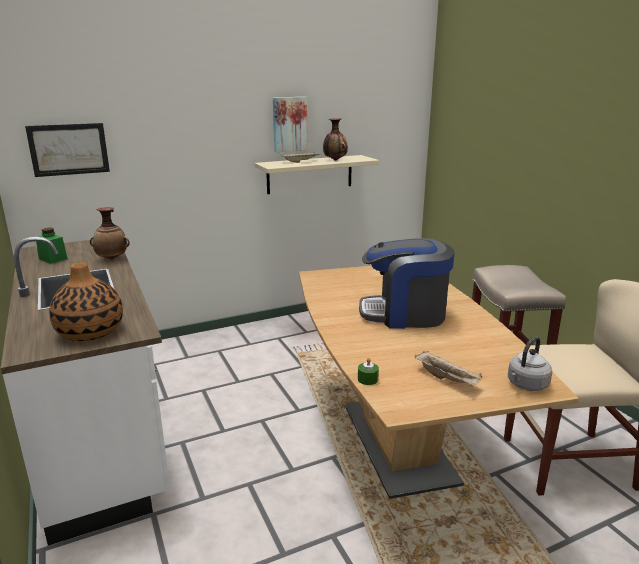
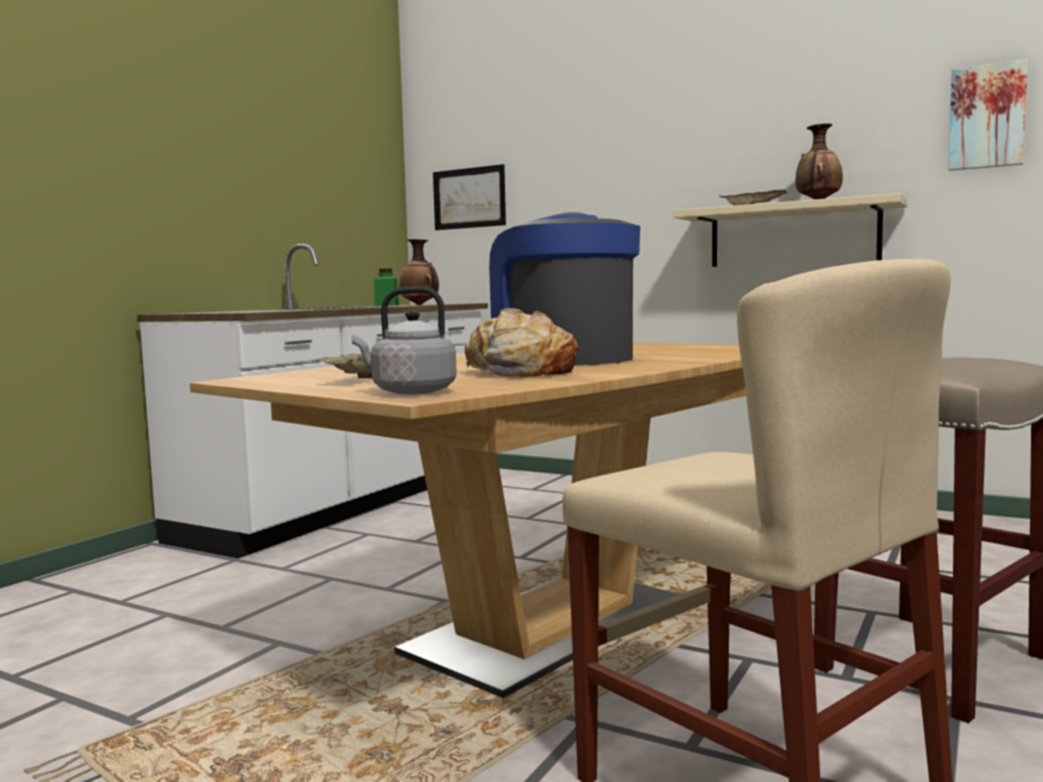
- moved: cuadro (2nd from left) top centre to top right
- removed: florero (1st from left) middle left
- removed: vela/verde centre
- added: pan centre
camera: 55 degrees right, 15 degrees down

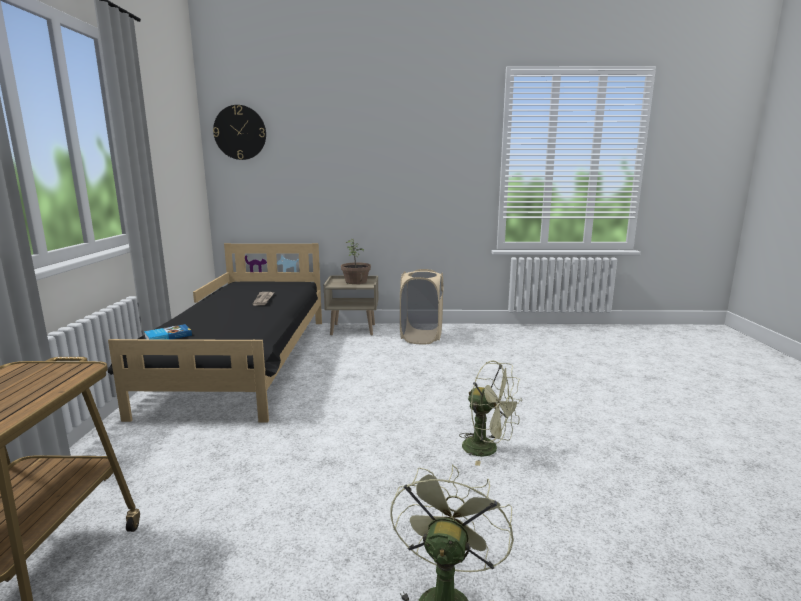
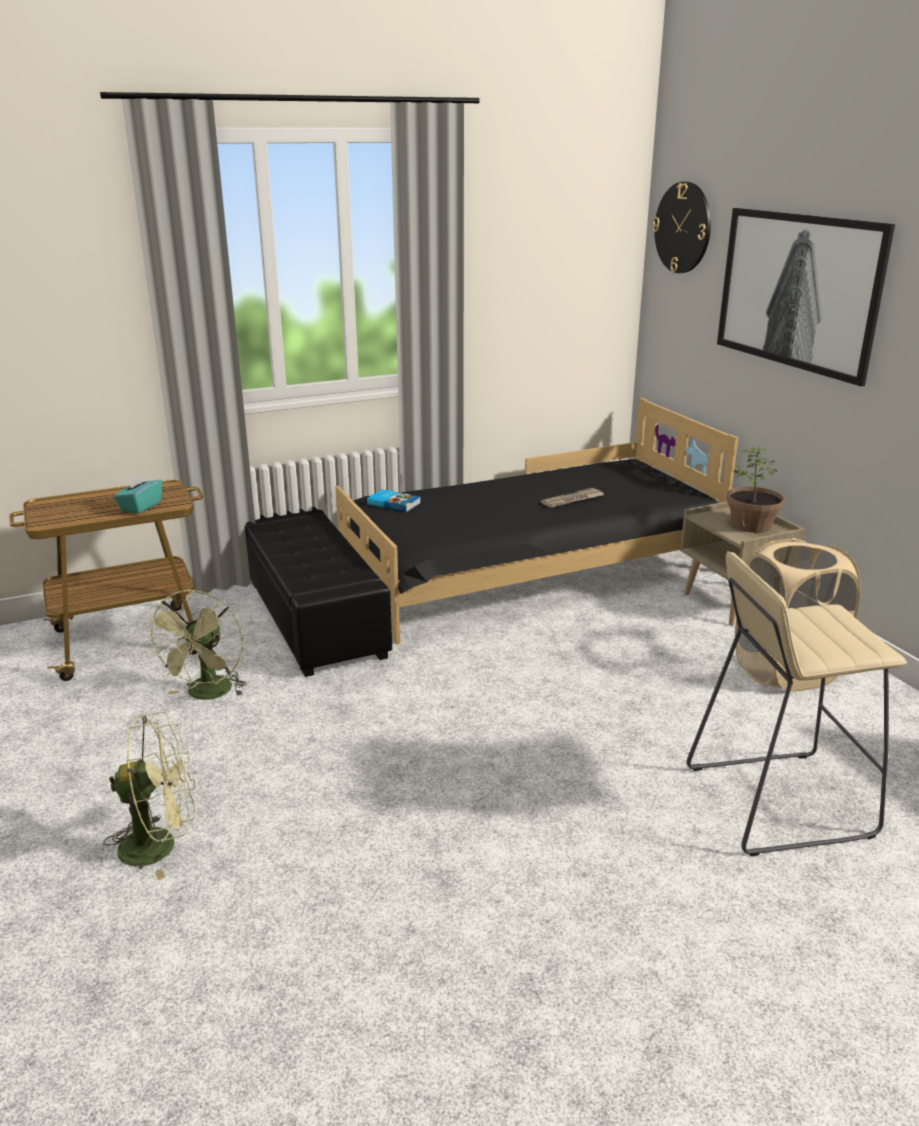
- moved: ventilador/verde (2nd from left) bottom centre to middle left
- added: cuadro top right
- added: caja de pañuelos/turquesa middle left
- added: puf/negro centre
- added: taburete/beis middle right
camera: 65 degrees right, 10 degrees up

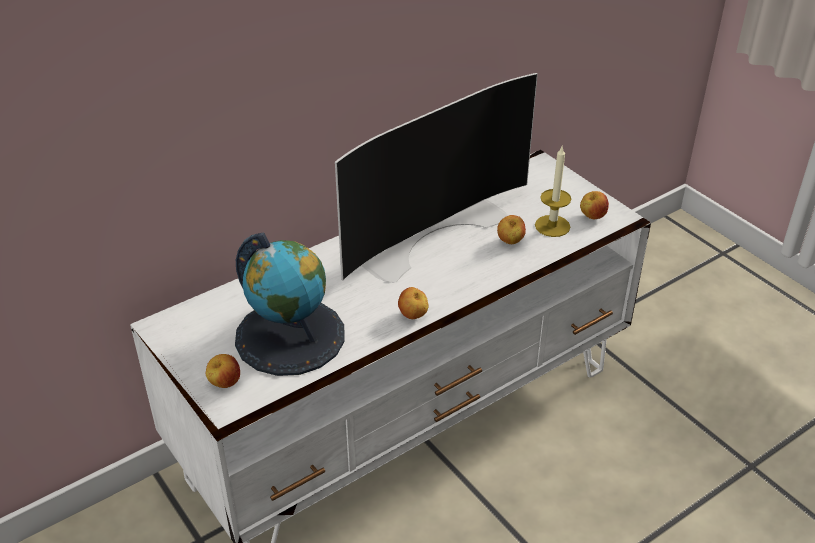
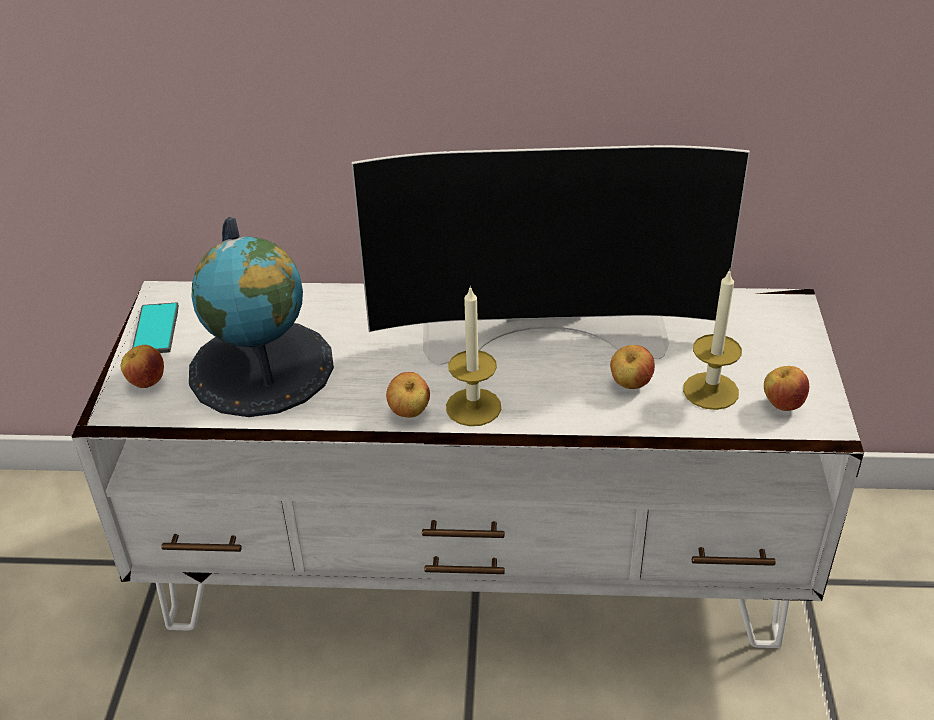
- added: vela (1st from left) centre
- added: móvil middle left
camera: 40 degrees right, 0 degrees up

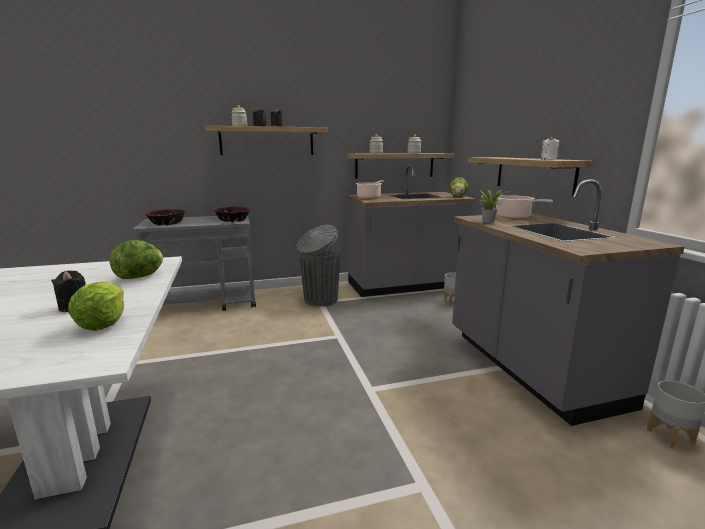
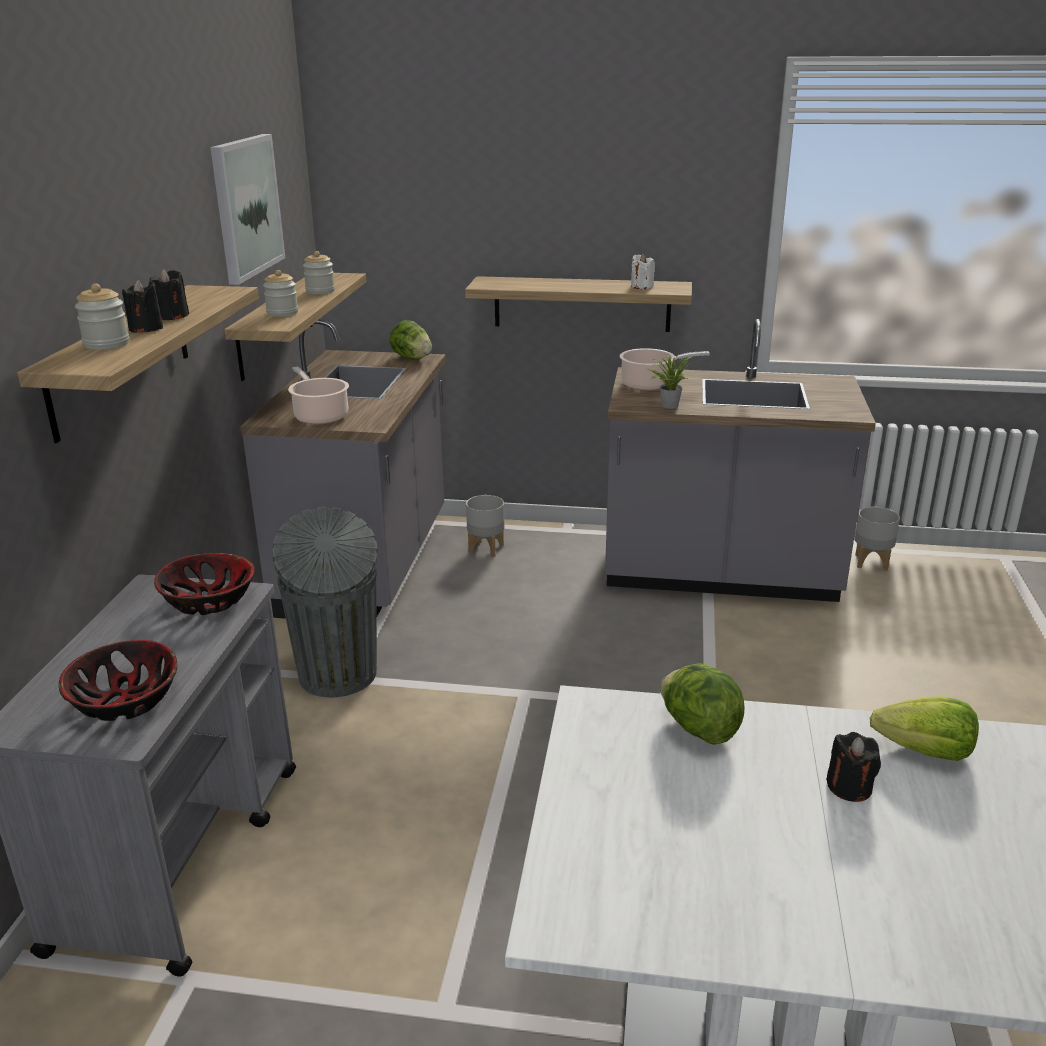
- added: cuadro top left
camera: 65 degrees left, 10 degrees up

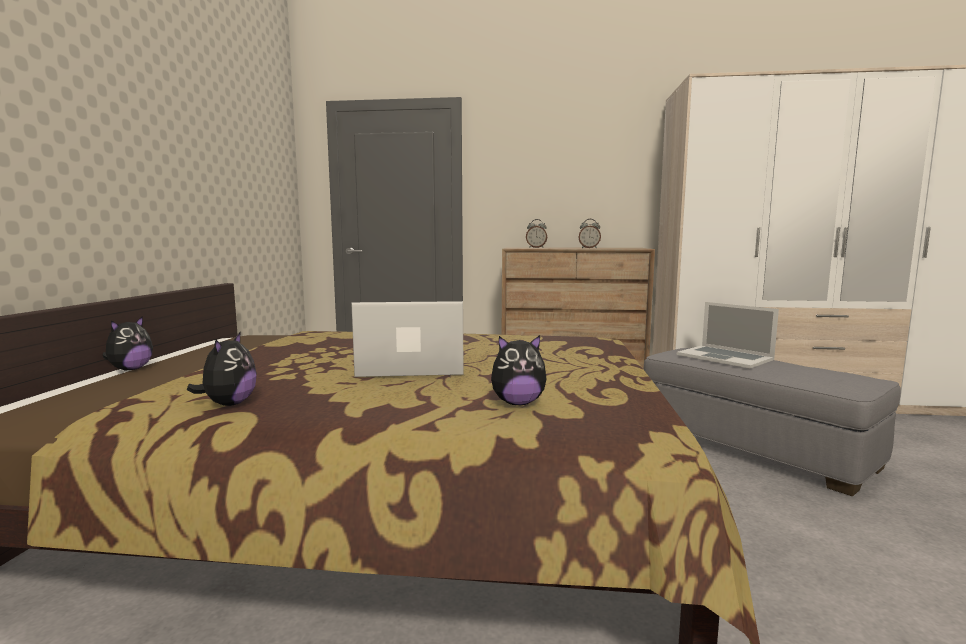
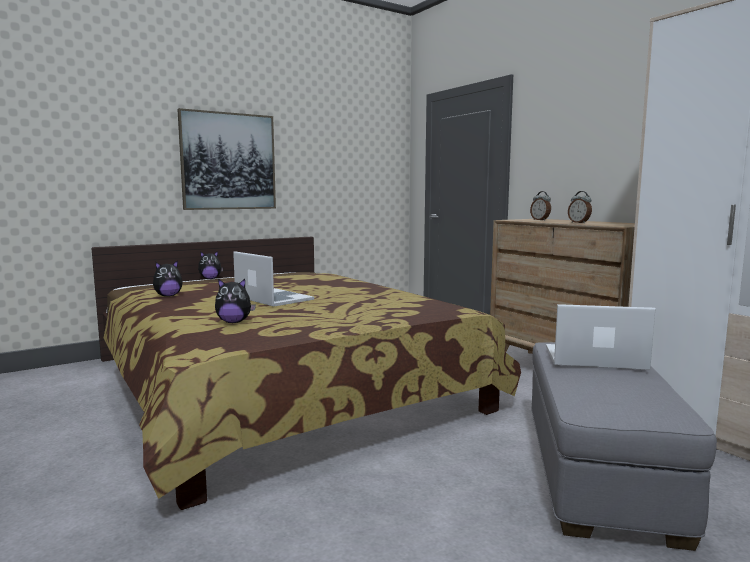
- turned: portátil (2nd from left) middle right = middle right 90 degrees clockwise
- turned: peluche (3rd from left) centre = middle left 45 degrees counterclockwise
- added: cuadro top left
camera: 50 degrees right, 0 degrees up

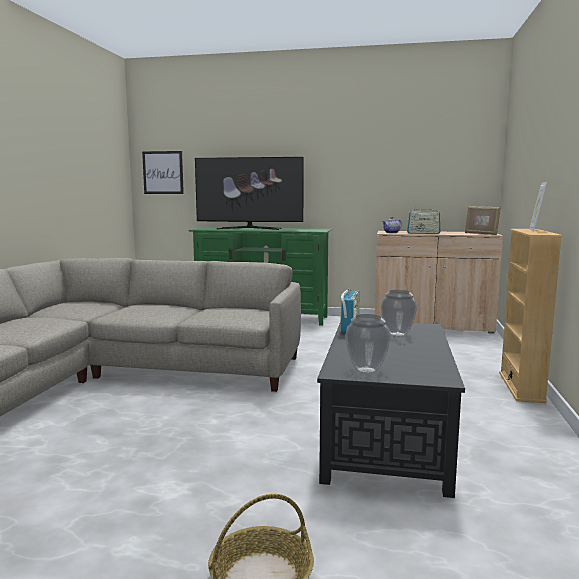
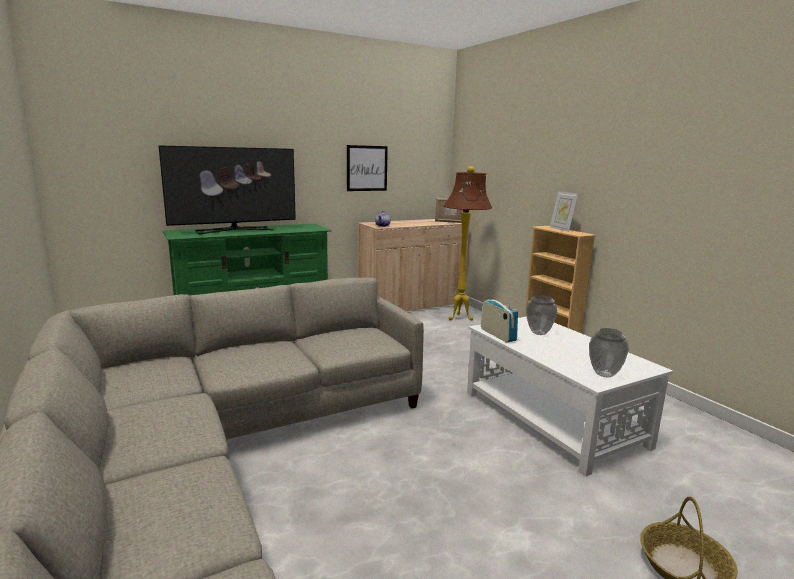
- moved: cuadro top left to top centre
- removed: radio (2nd from left) middle right
- recoloured: mesa de centro/negro bottom right to mesa de centro/blanco bottom right
- added: lámpara de pie/marrón centre
camera: 40 degrees left, 5 degrees up

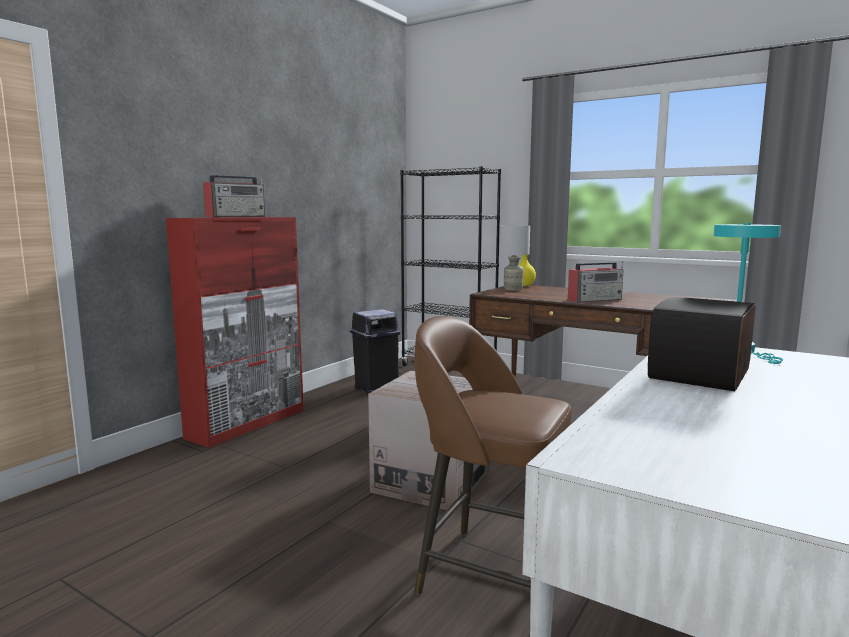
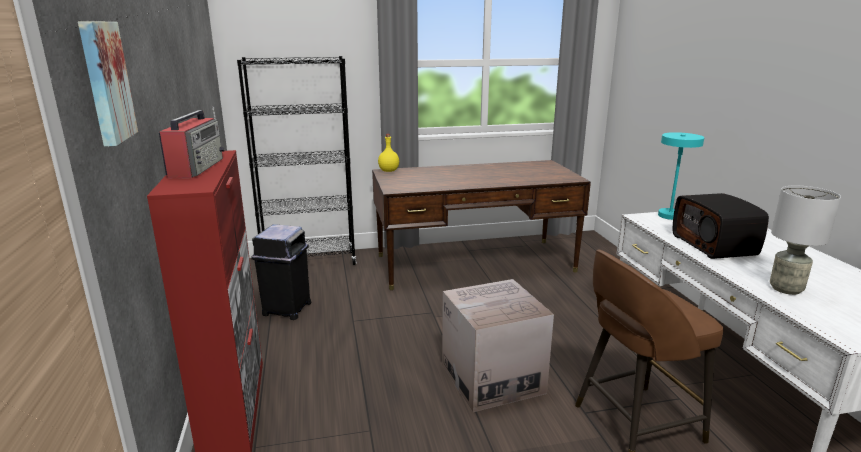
- moved: lámpara de mesa/gris centre to middle right
- removed: radio (2nd from left) middle right
- added: cuadro top left
camera: 45 degrees left, 10 degrees up

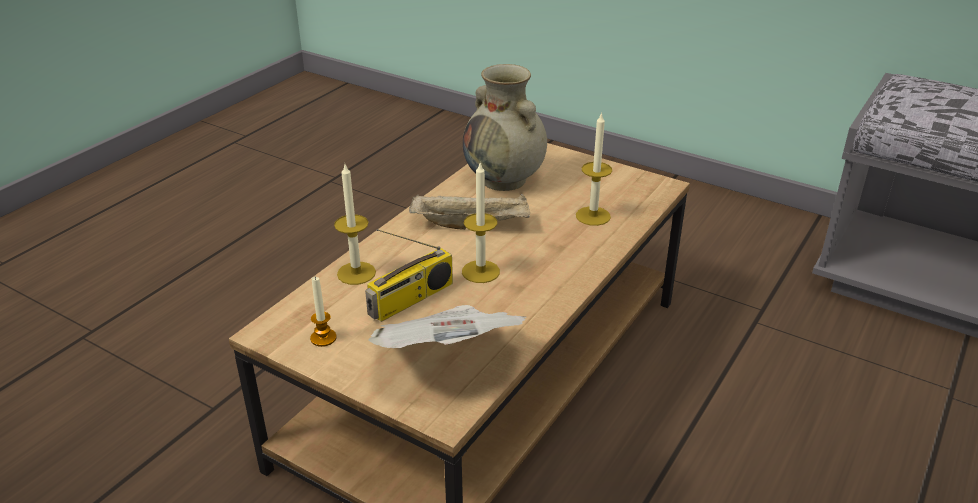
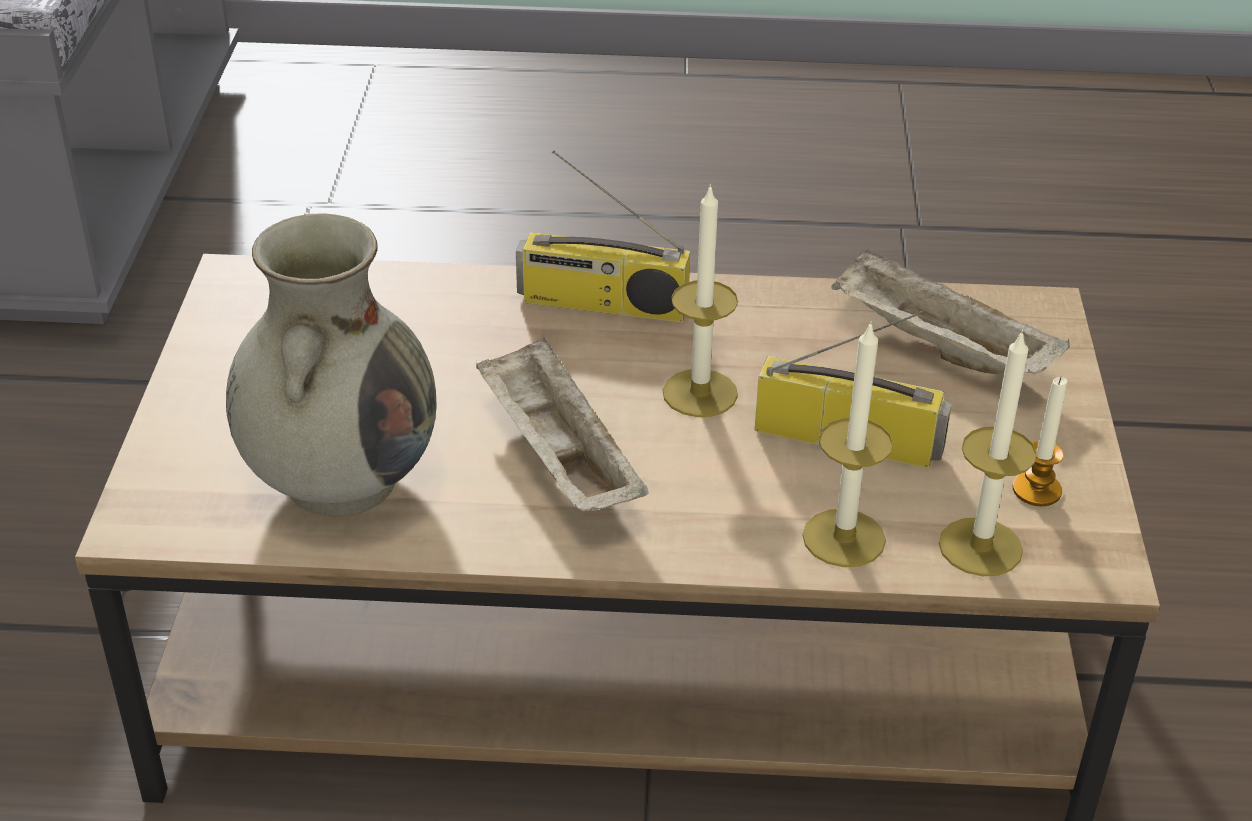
- moved: vela (4th from left in the first image) centre to vela (3rd from left) middle right
- replaced: periódico centre to bandeja/beis (2nd from left) middle right
- added: radio (1st from left) top centre
camera: 120 degrees left, 5 degrees up

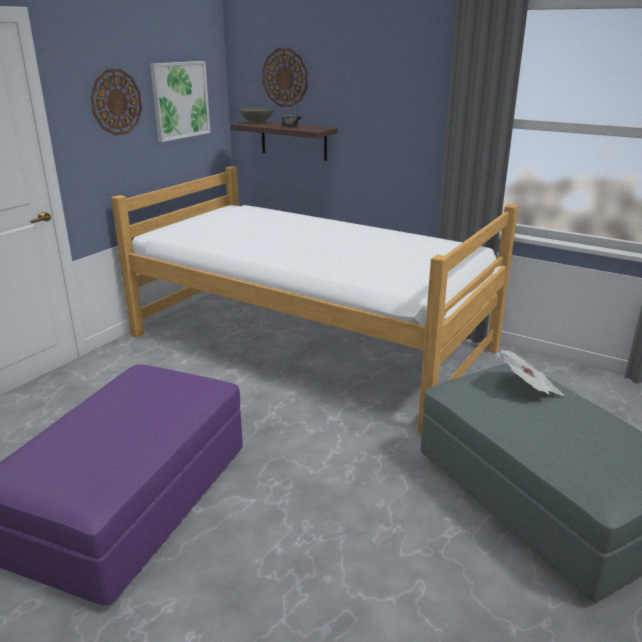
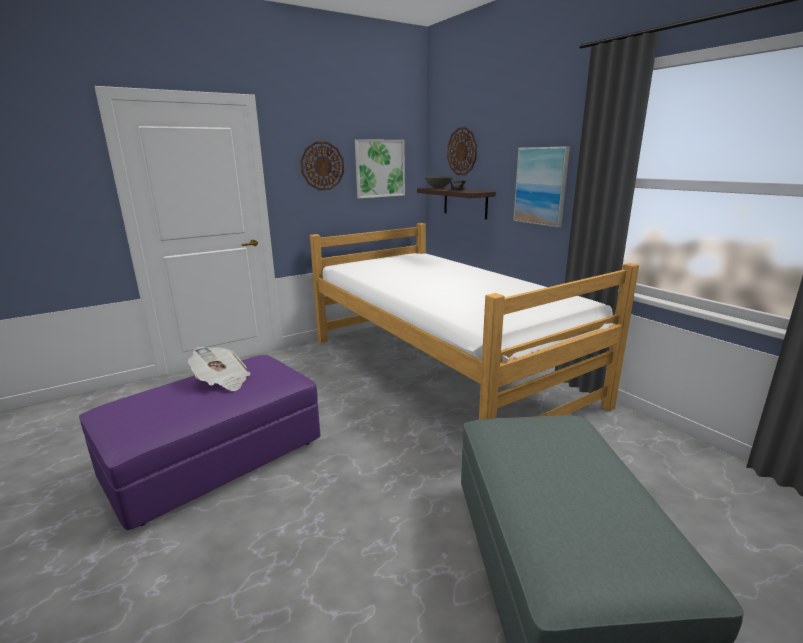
- moved: periódico middle right to middle left
- added: cuadro (2nd from left) top right
camera: 25 degrees right, 5 degrees down

